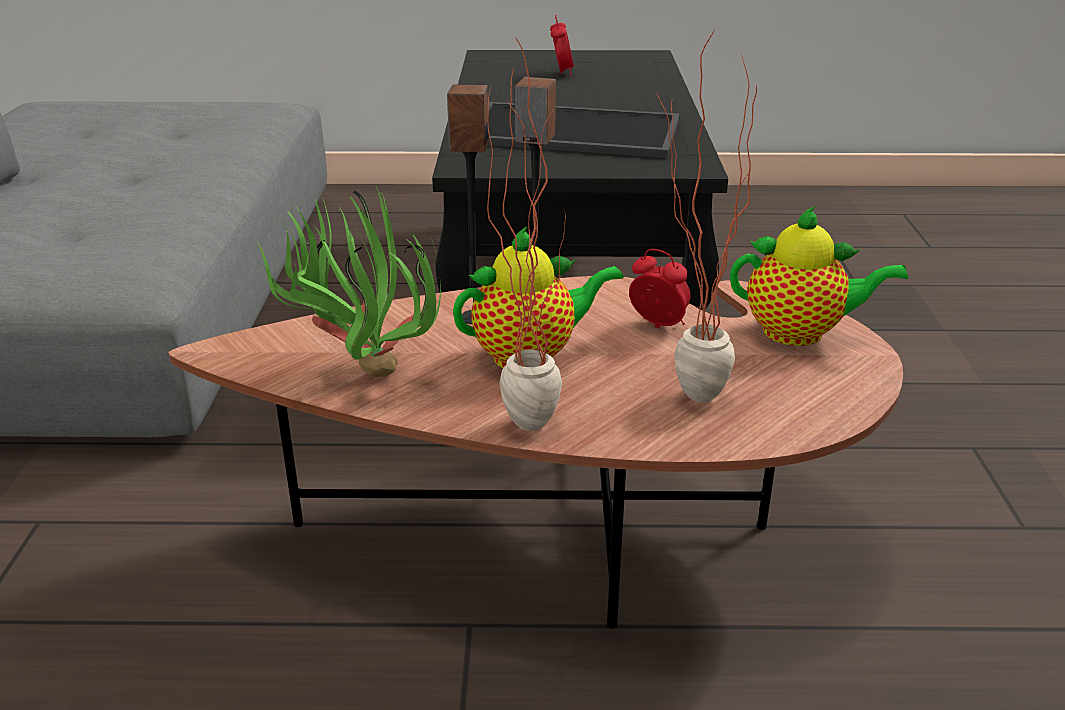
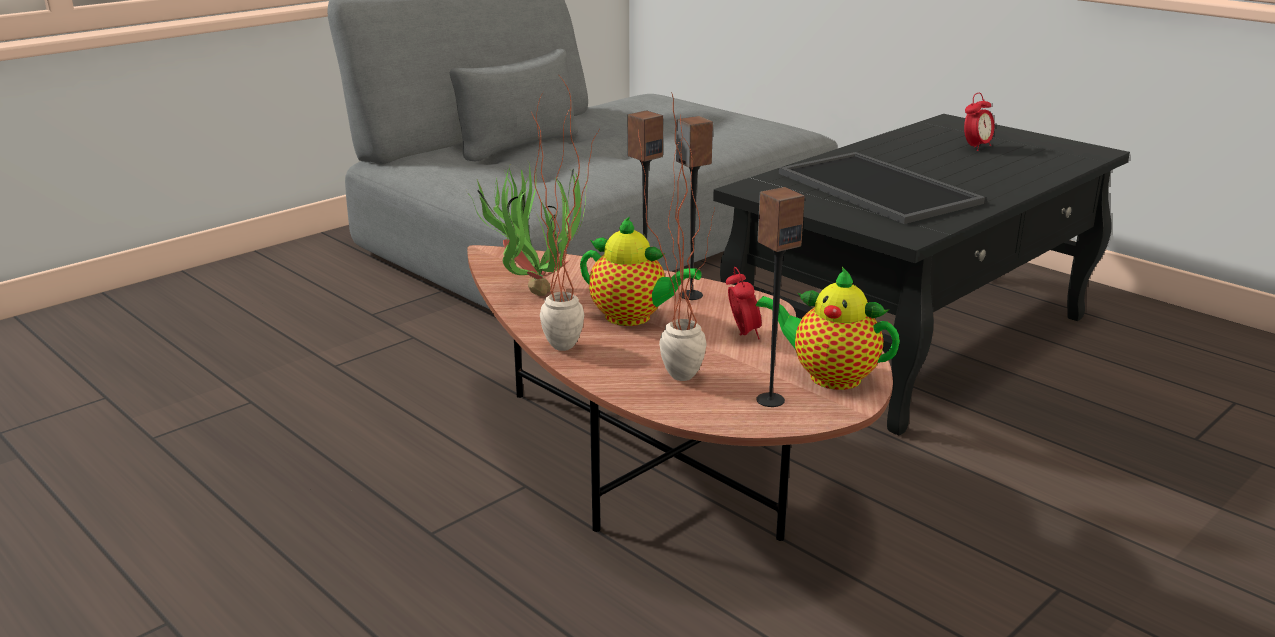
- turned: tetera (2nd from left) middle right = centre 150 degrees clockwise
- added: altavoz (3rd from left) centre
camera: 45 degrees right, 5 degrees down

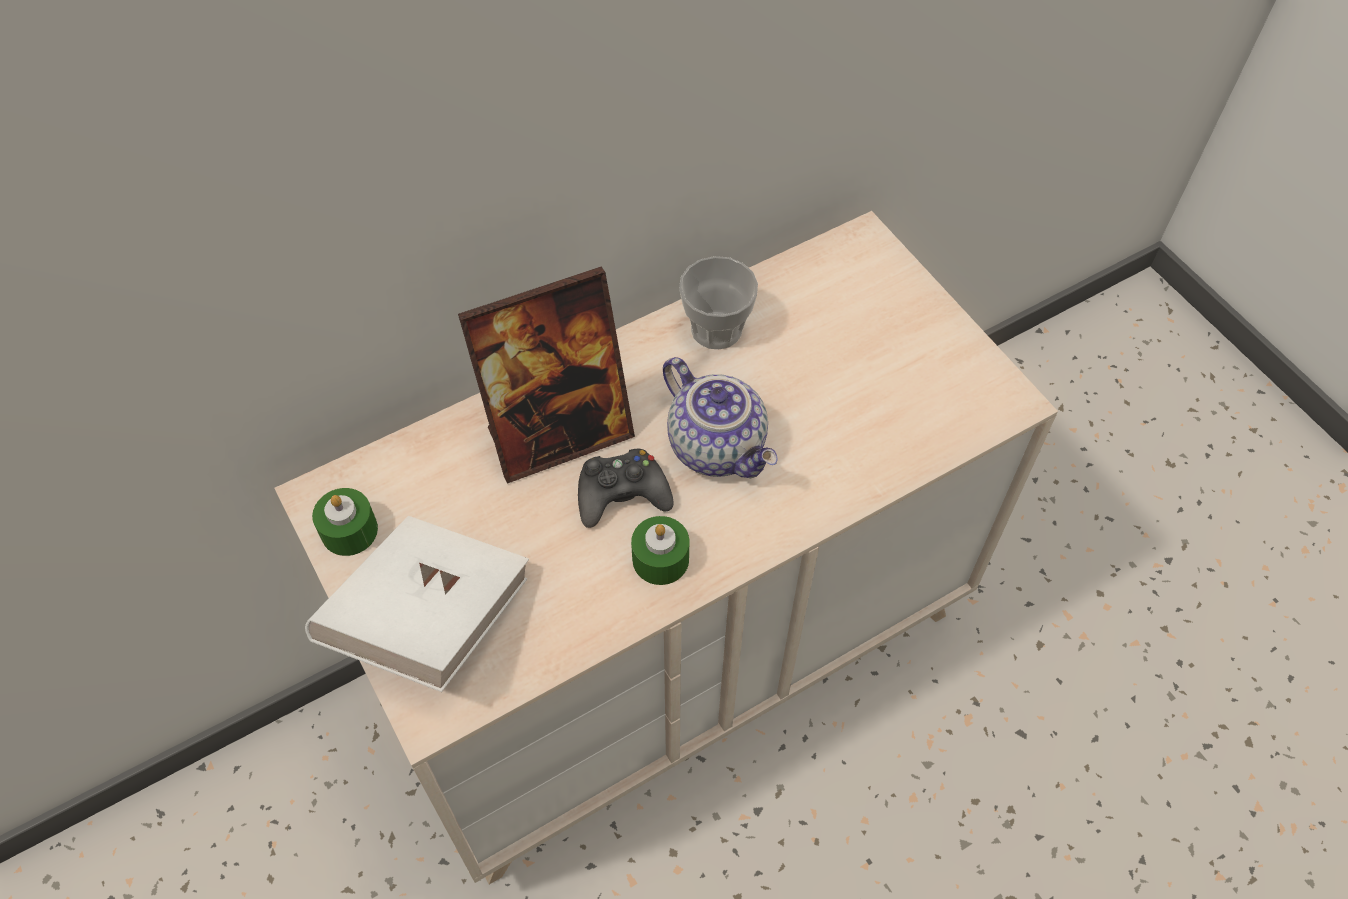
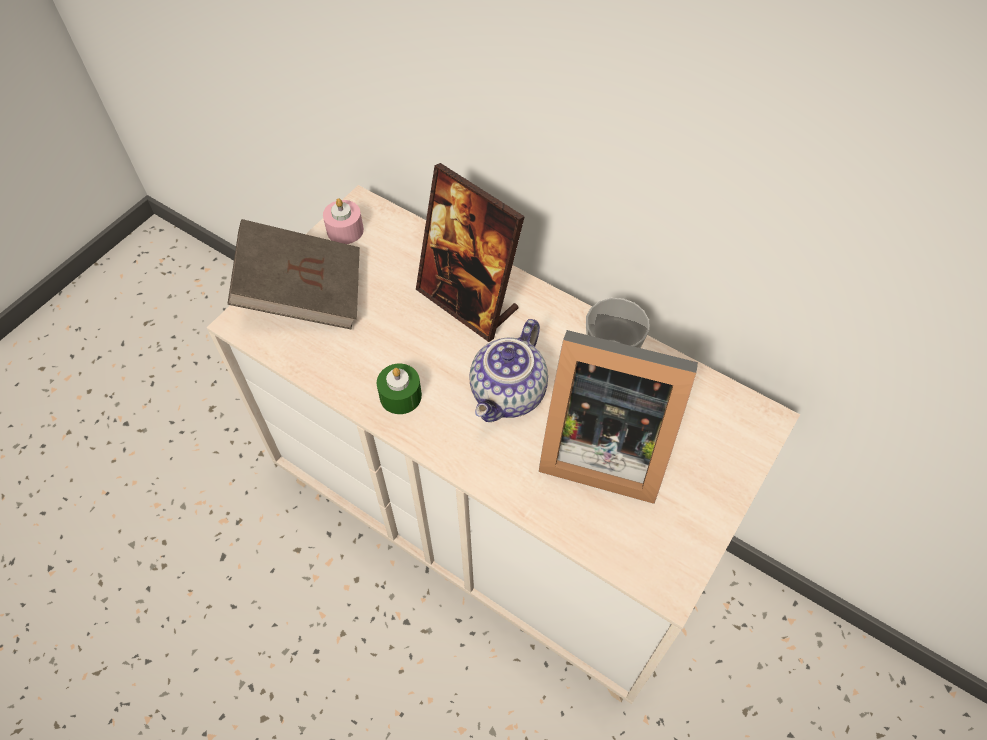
- removed: mando de consola/negro centre
- recoloured: vela/verde (1st from left) middle left to vela/rosa top centre
- recoloured: libro/blanco bottom left to libro/marrón middle left
- added: portarretratos (2nd from left) centre
camera: 65 degrees right, 0 degrees up

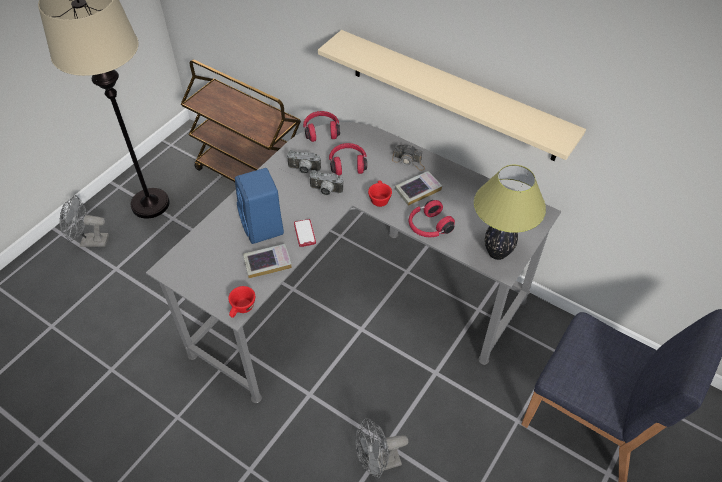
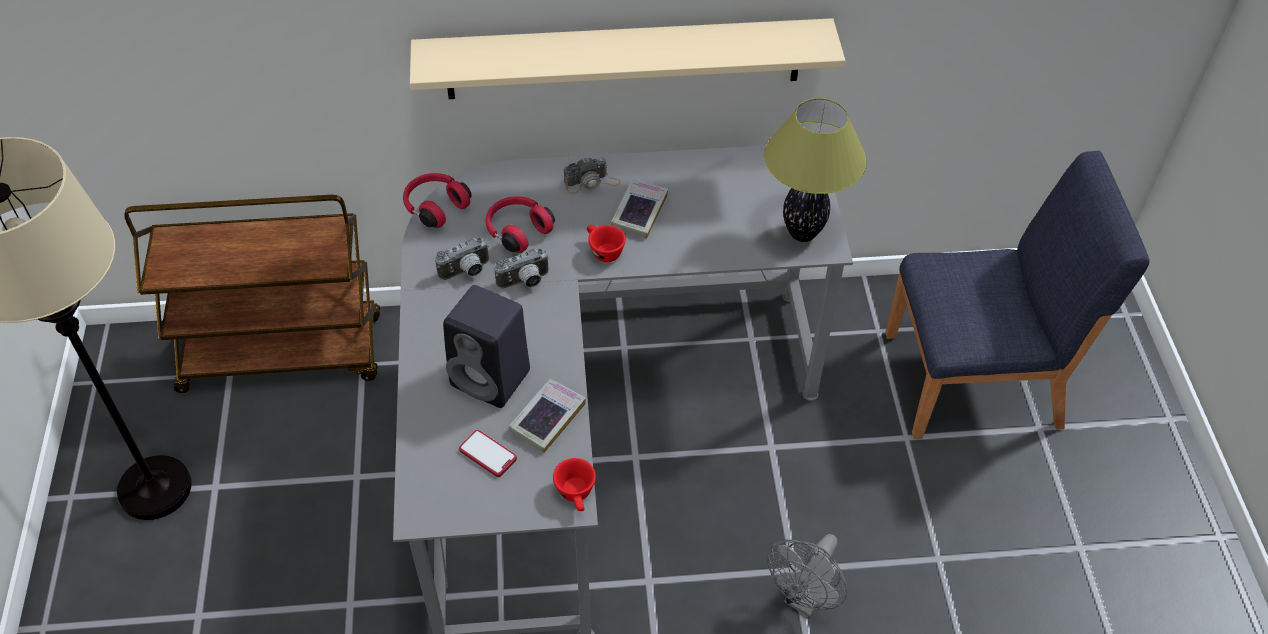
- recoloured: altavoz/azul centre to altavoz/negro centre
- removed: ventilador/gris (1st from left) middle left
- removed: auriculares/rojo (3rd from left) centre
- moved: móvil centre to bottom centre
camera: 40 degrees left, 0 degrees up

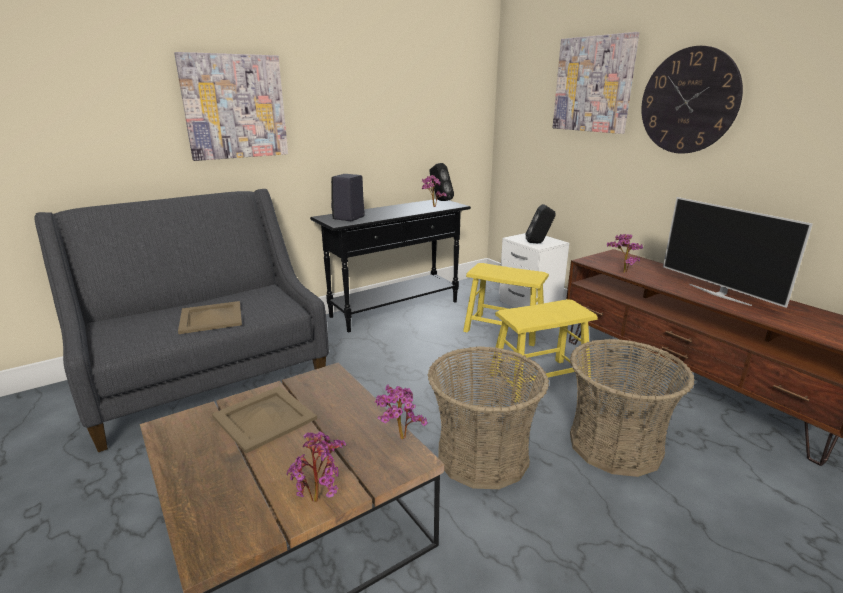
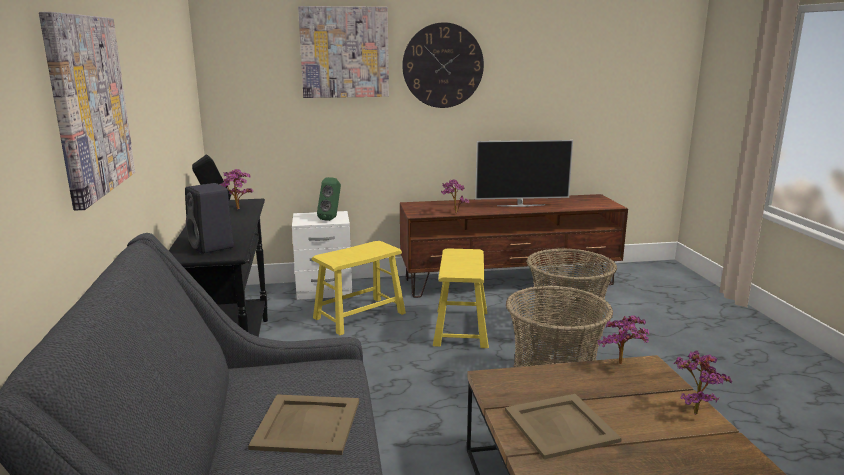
- recoloured: altavoz/negro (3rd from left) centre to altavoz/verde centre
camera: 65 degrees left, 5 degrees down

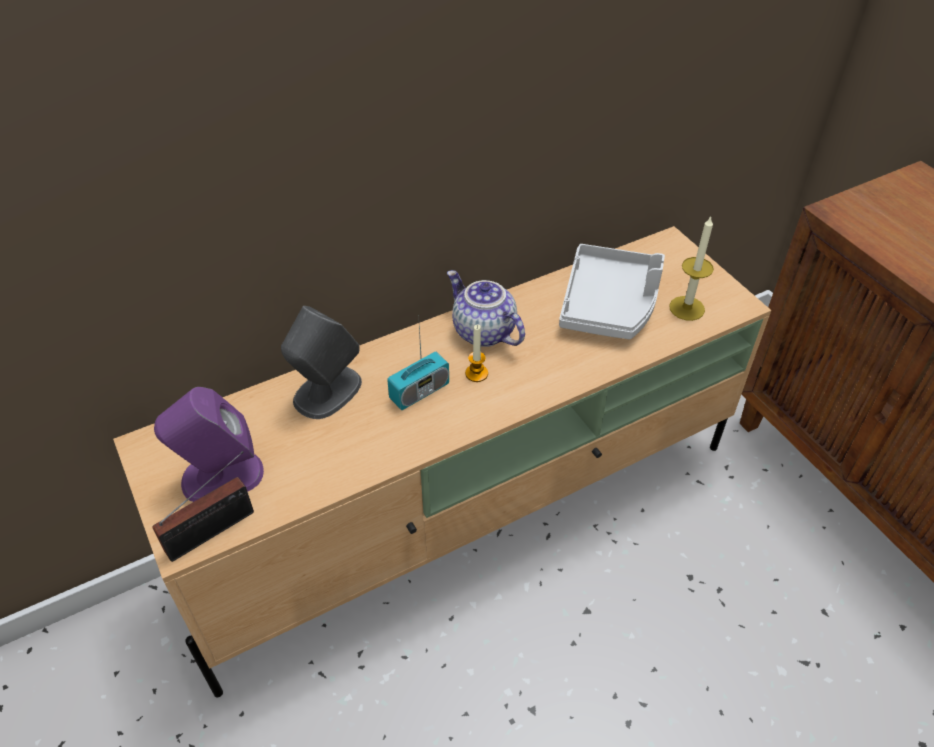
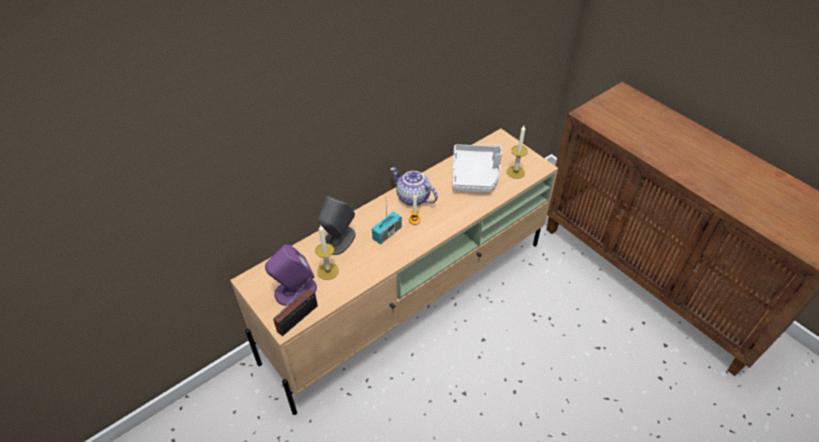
- added: vela (1st from left) centre
camera: 10 degrees left, 0 degrees up

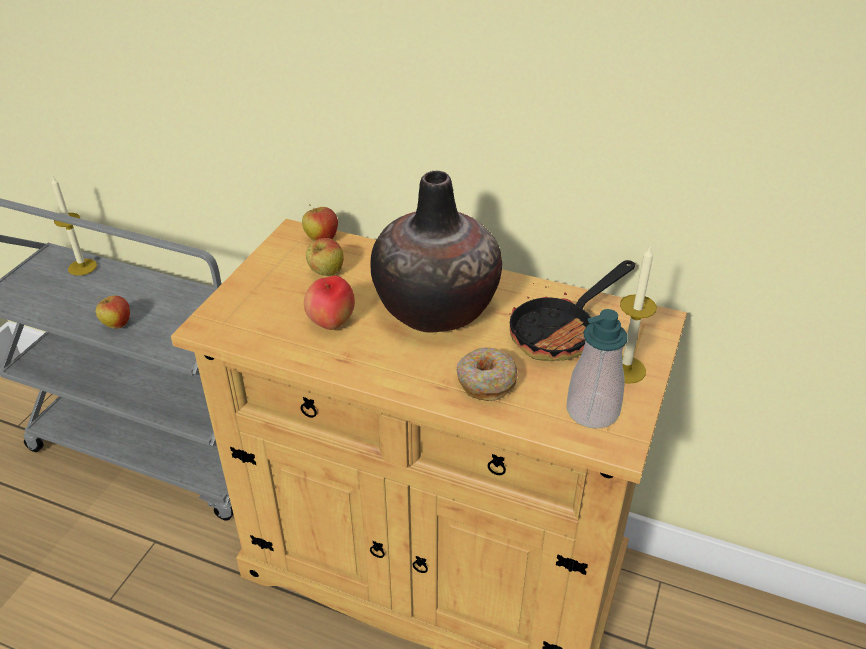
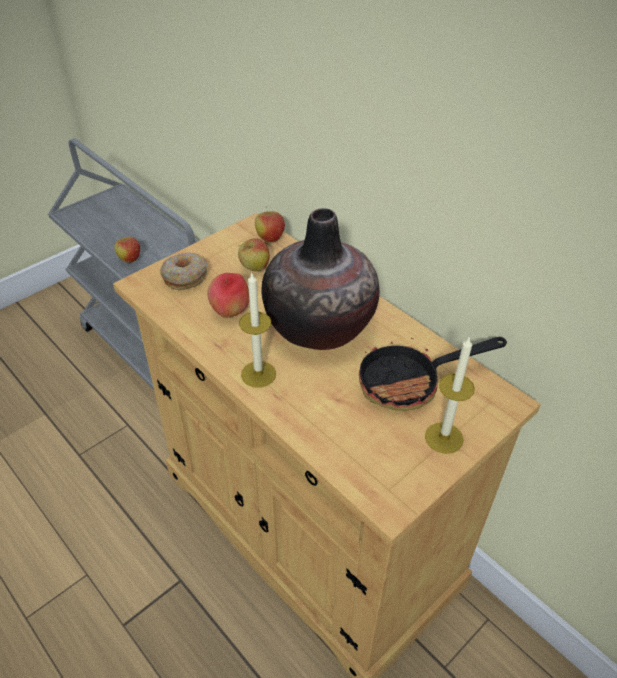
- moved: vela (1st from left) middle left to centre
- removed: dispensador de jabón middle right
- moved: rosquilla centre to middle left
camera: 25 degrees right, 5 degrees up

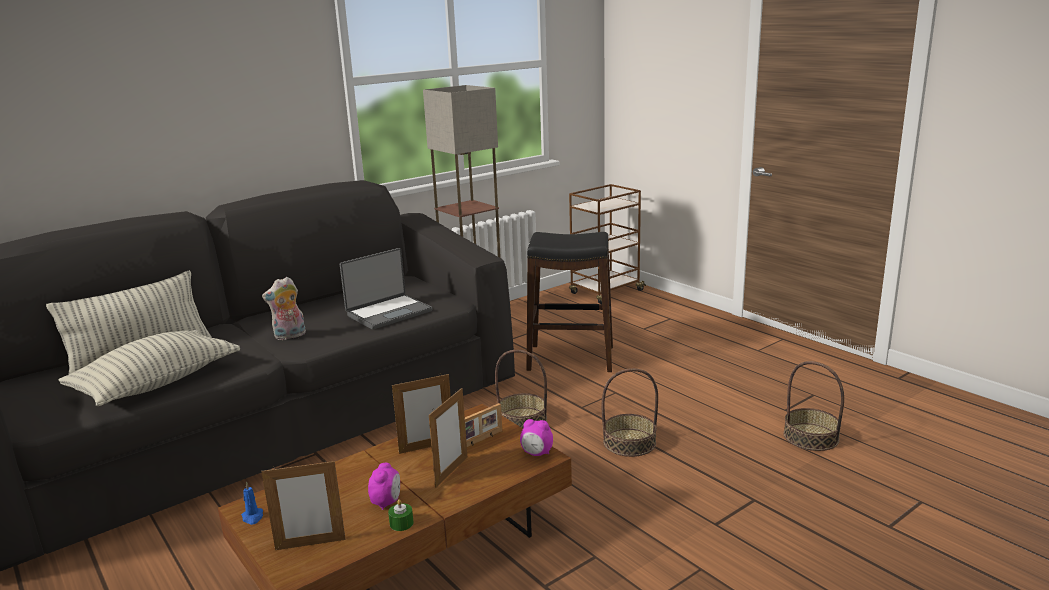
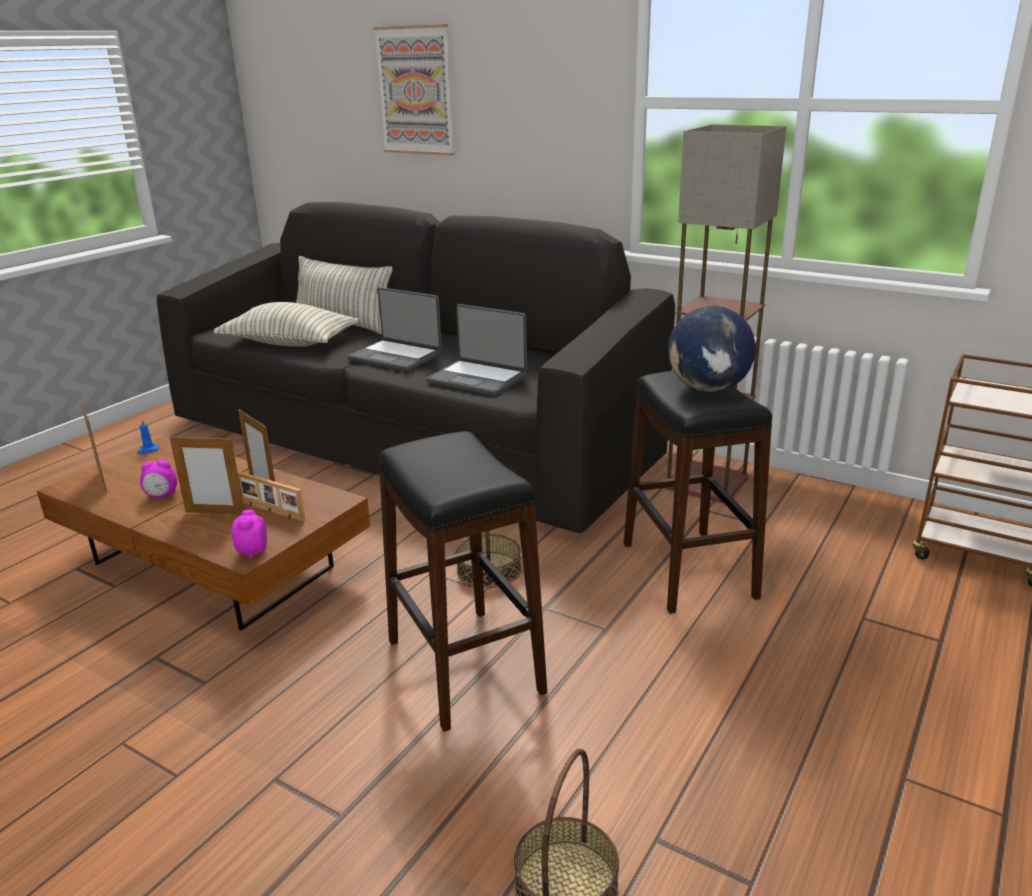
- replaced: peluche middle left to portátil (1st from left) centre
- replaced: cesta (2nd from left) bottom centre to taburete/negro (1st from left) centre
- removed: vela/verde bottom centre
- added: cuadro top centre
- added: globo terráqueo middle right
camera: 70 degrees right, 5 degrees up

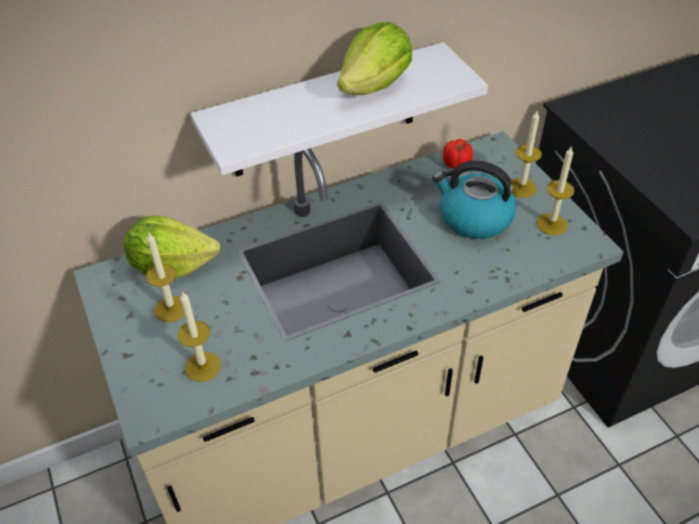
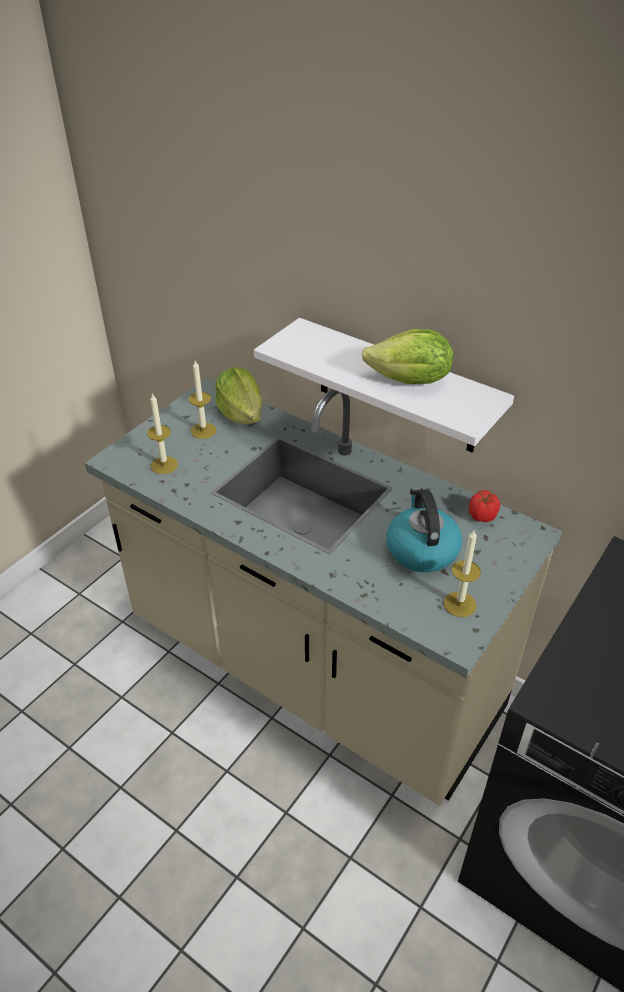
- removed: vela (3rd from left) top right
camera: 60 degrees right, 5 degrees down

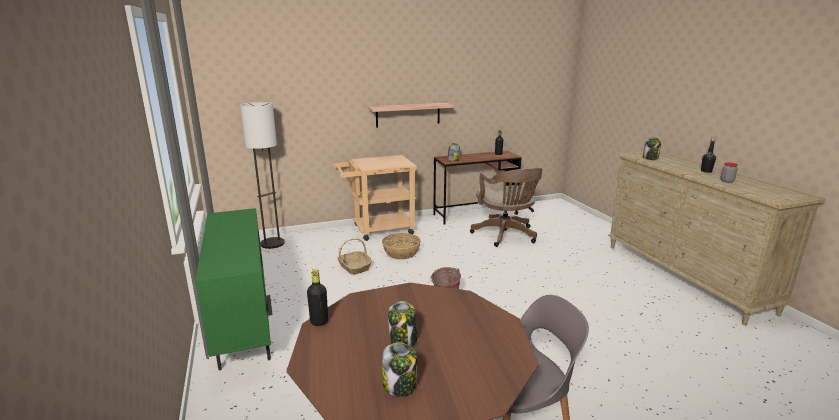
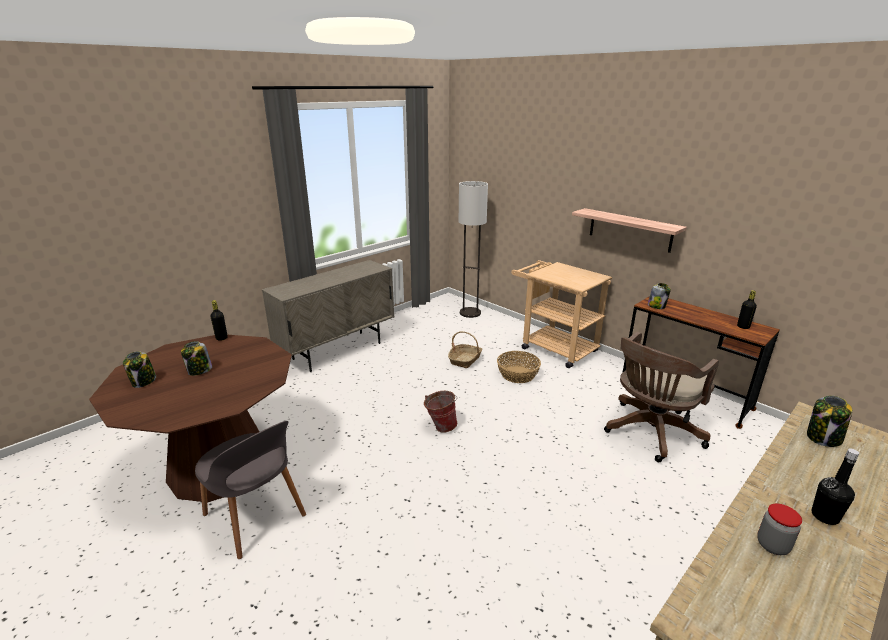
- recoloured: armario/verde bottom left to armario/beis centre
camera: 65 degrees right, 5 degrees up

